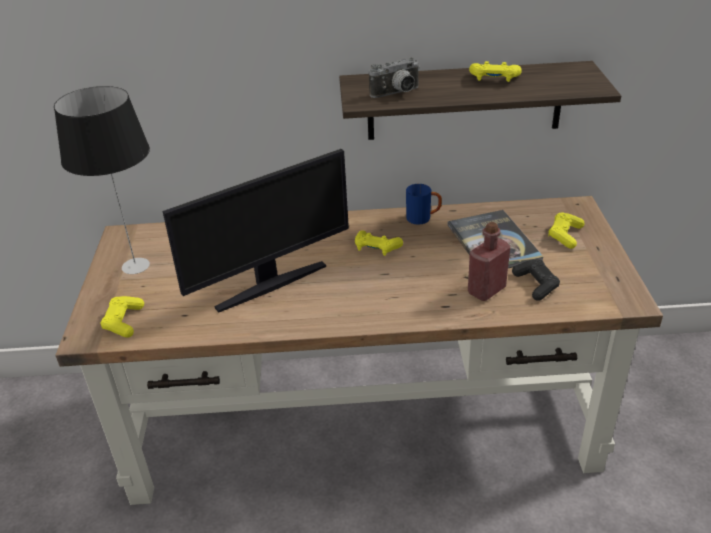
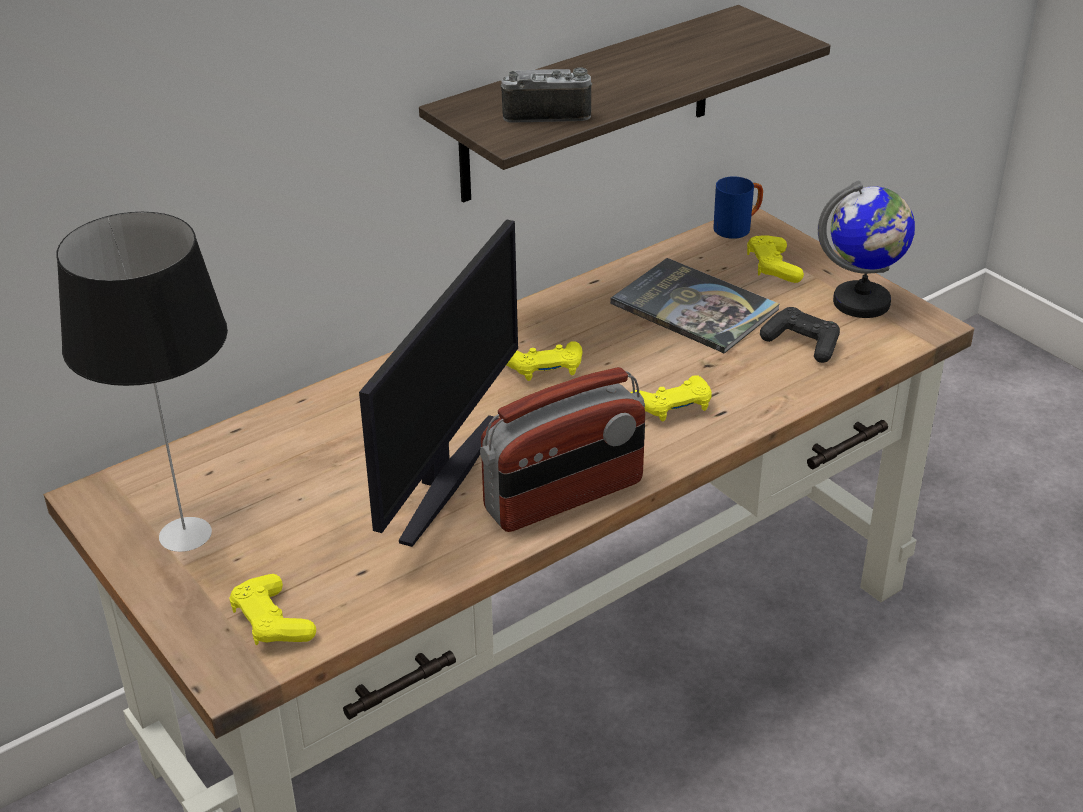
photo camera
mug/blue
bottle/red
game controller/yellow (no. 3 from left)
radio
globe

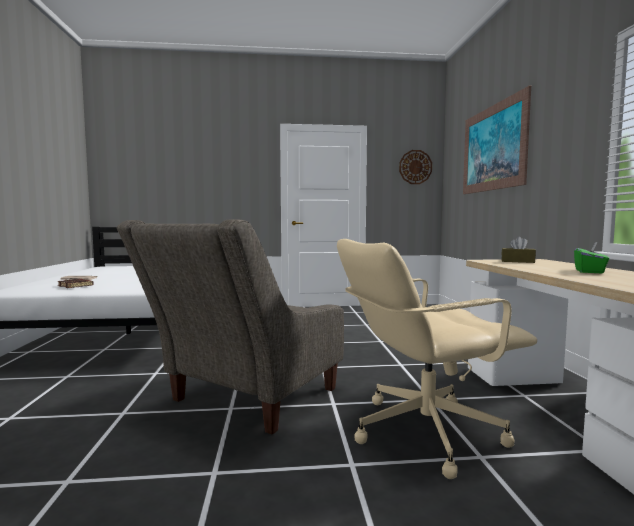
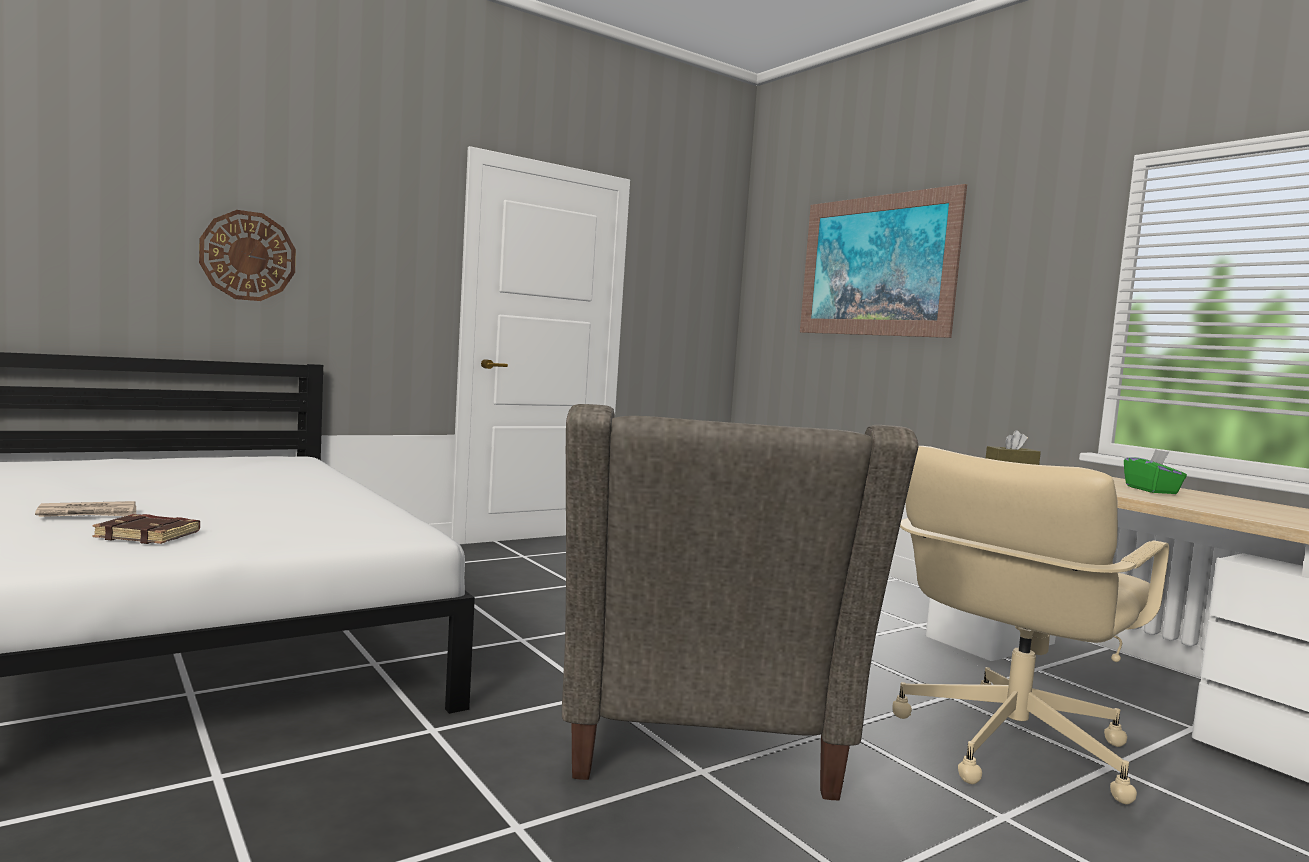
wall clock

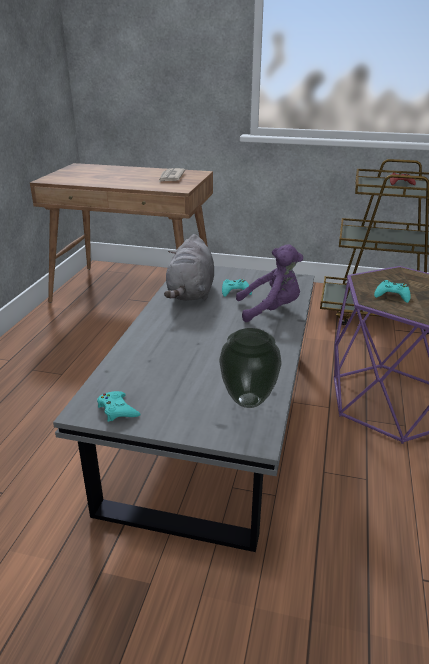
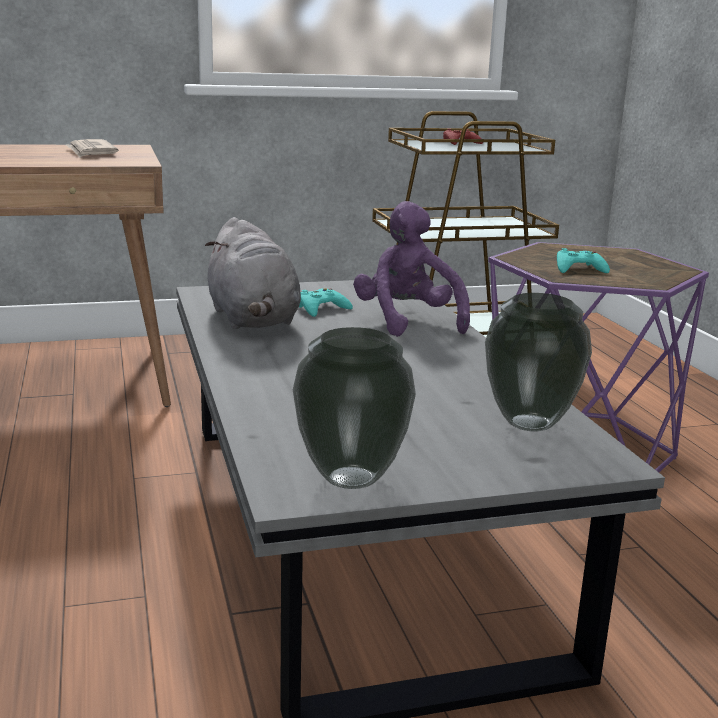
vase (no. 1 from left)
plush toy/purple

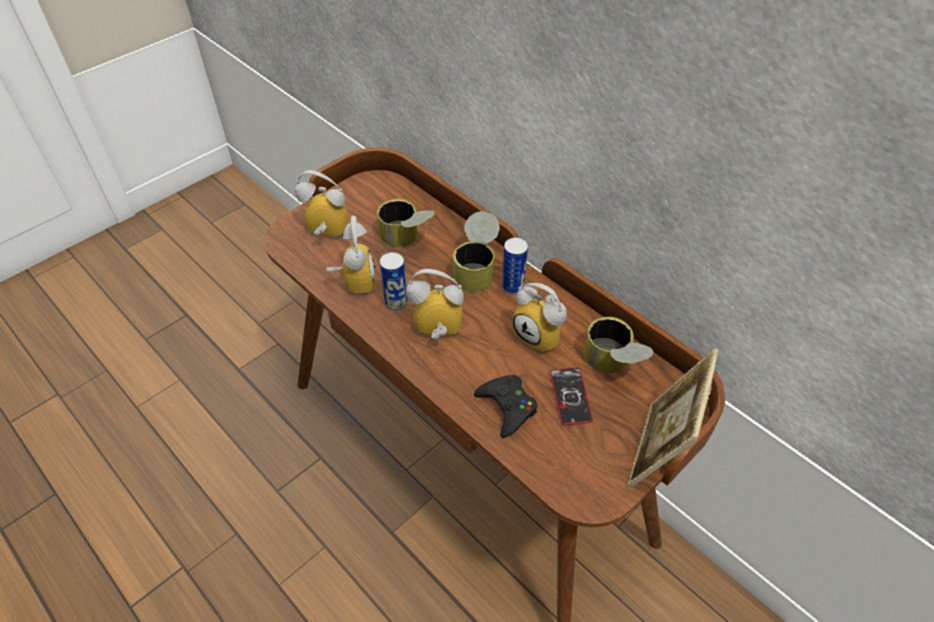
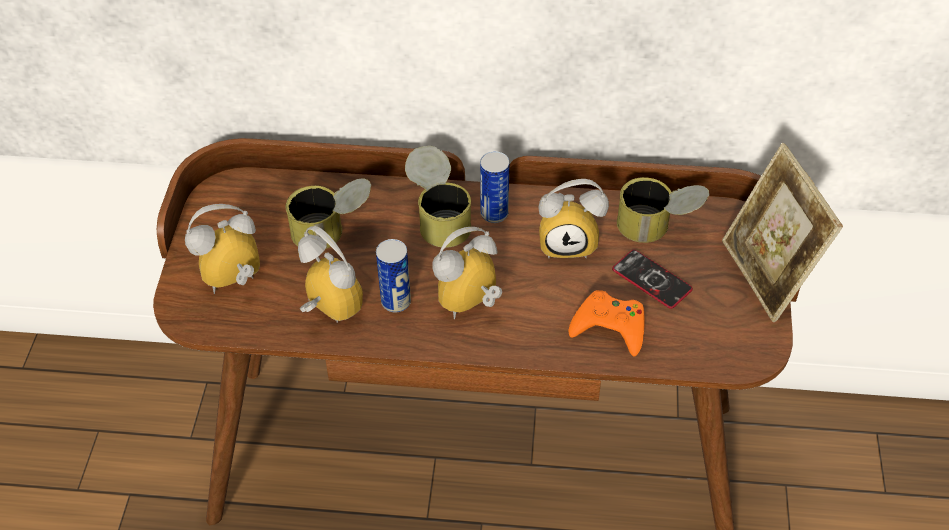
game controller/orange

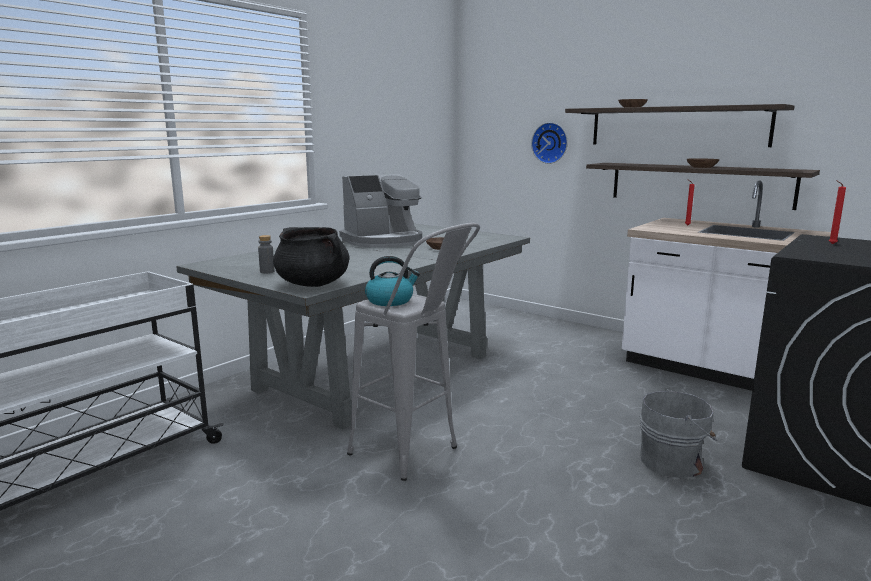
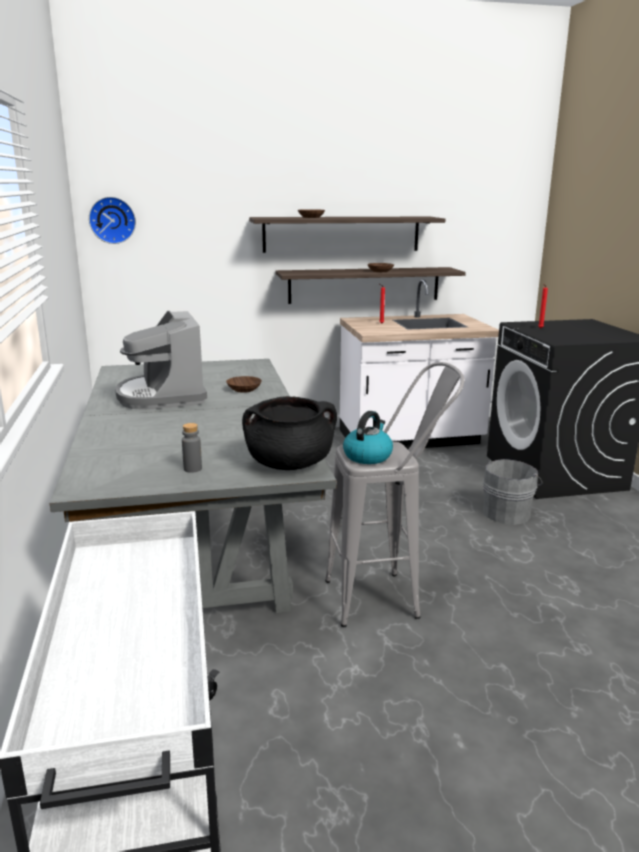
coffee machine
wall clock

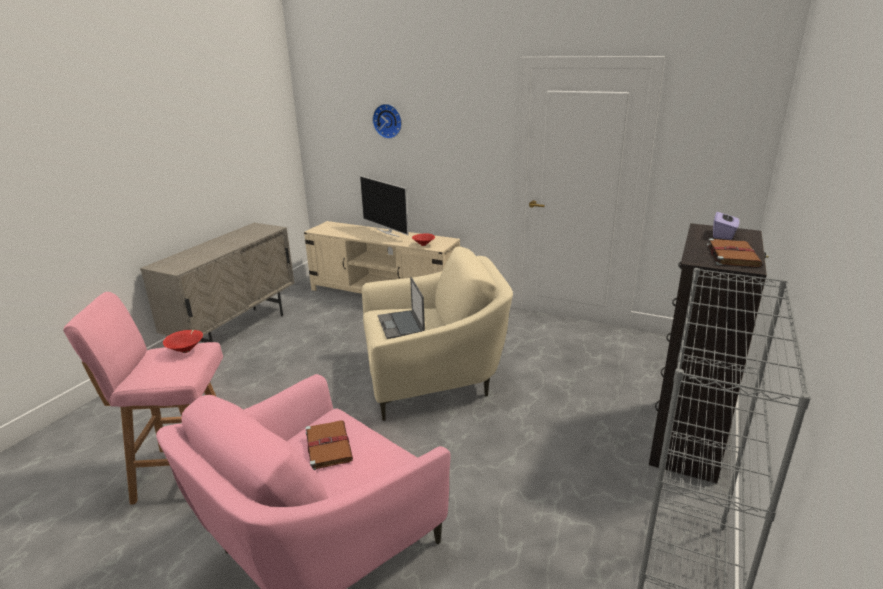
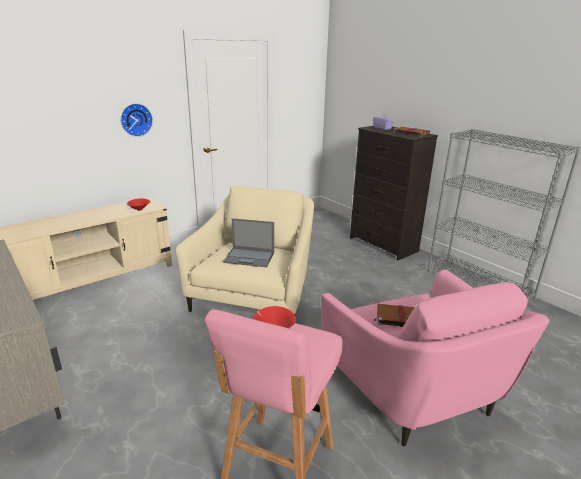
television
wall clock

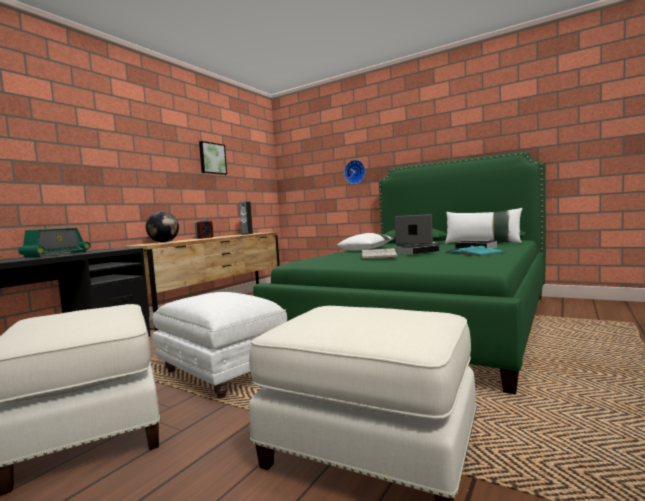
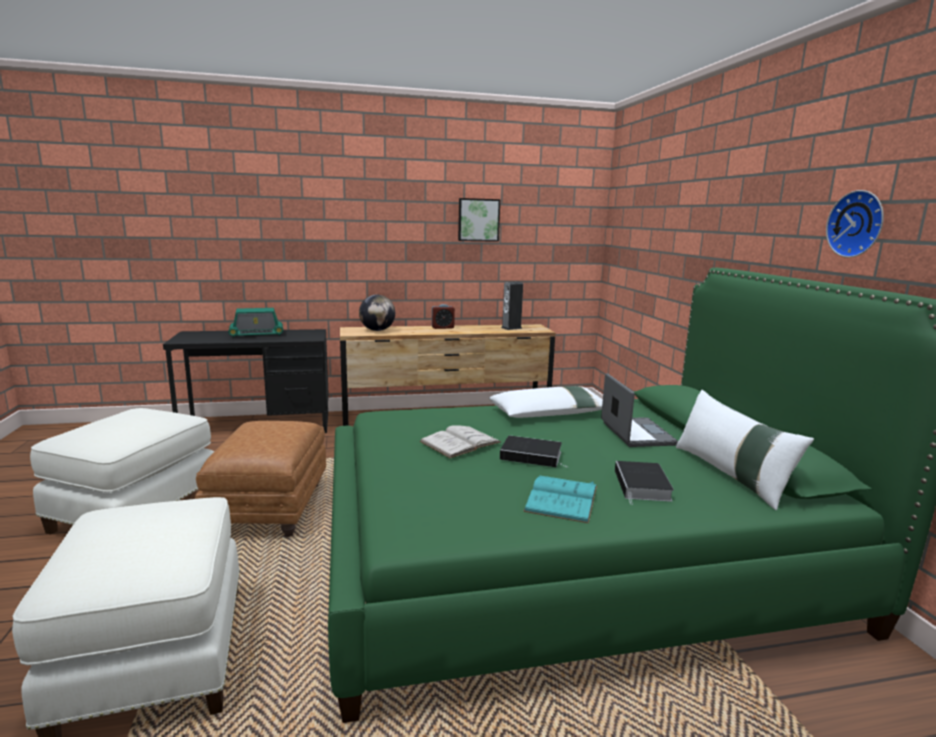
ottoman/brown
wall clock

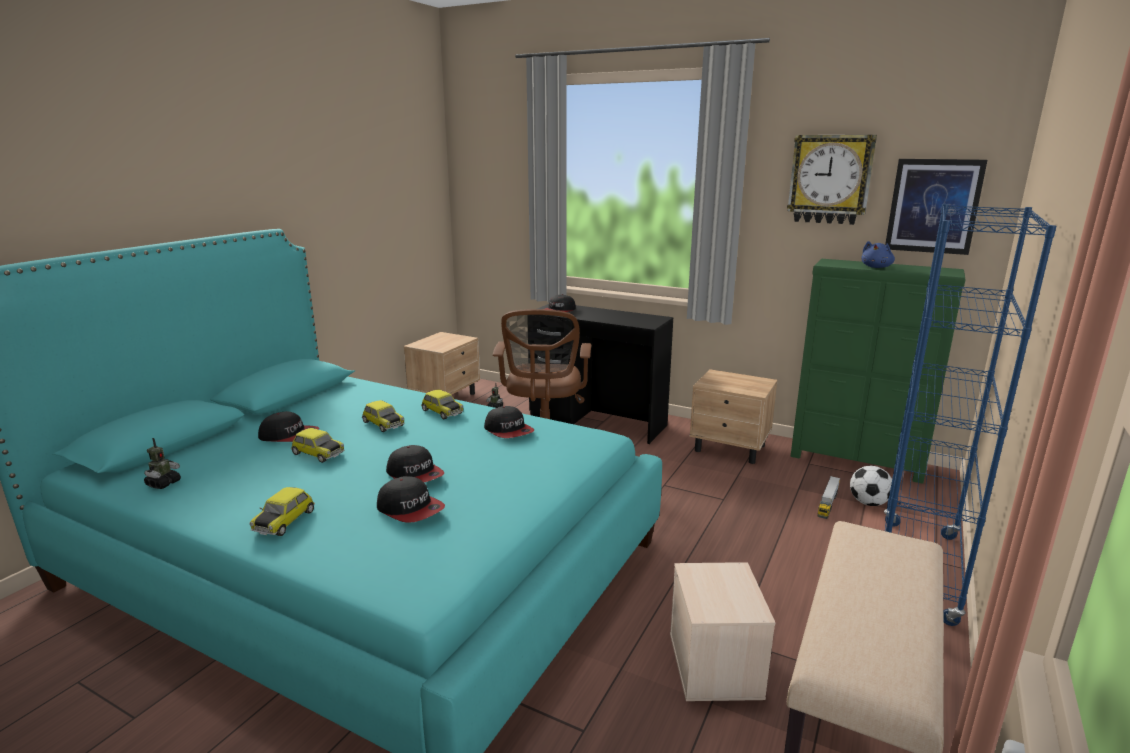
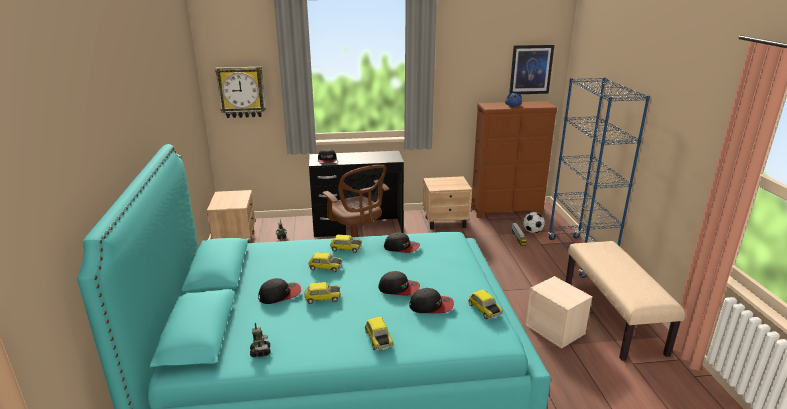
wall clock
dresser/brown
toy car (no. 5 from left)

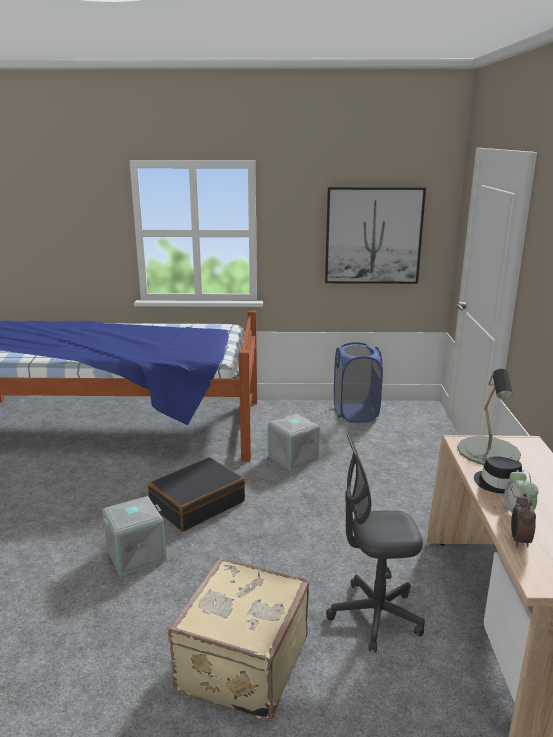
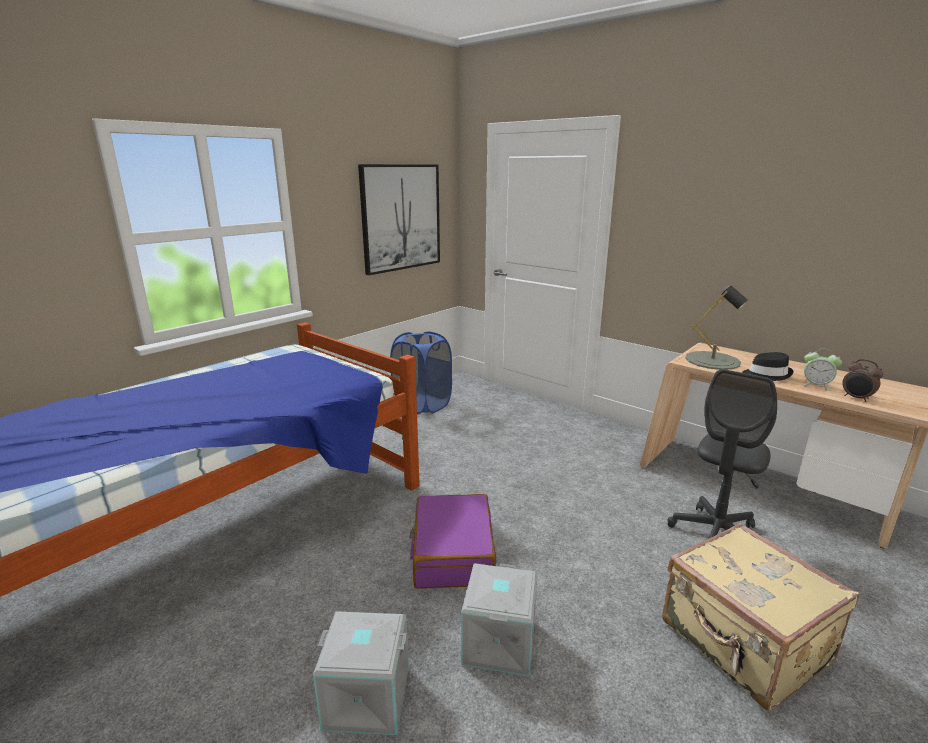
suitcase/purple
storage box/grey (no. 1 from left)

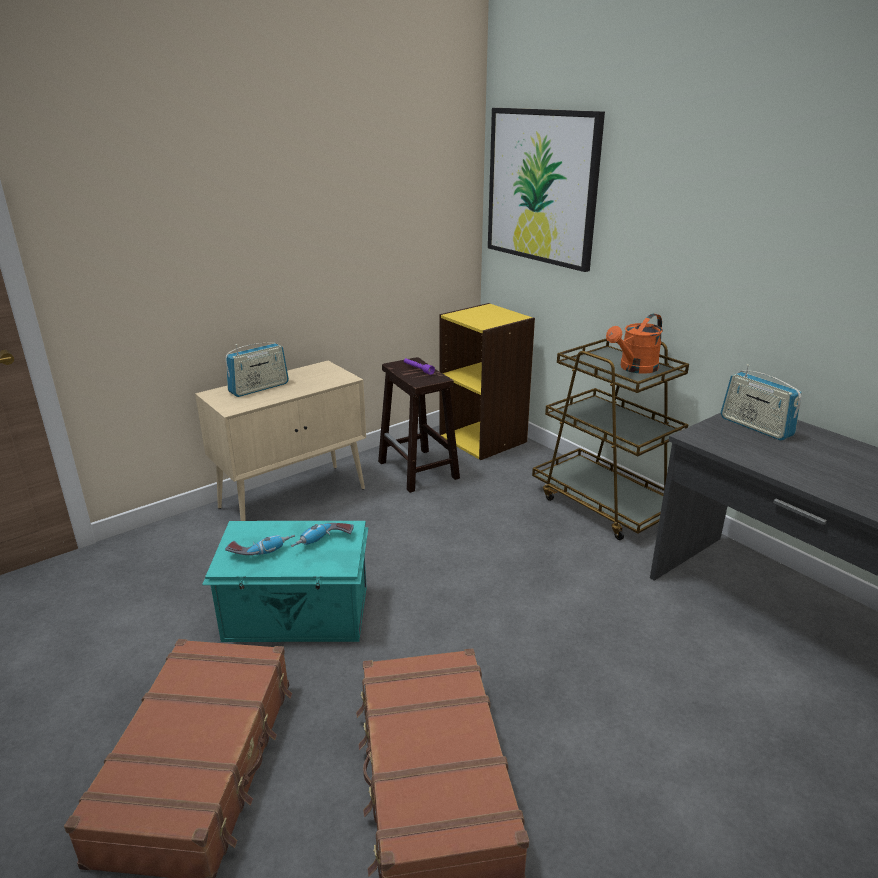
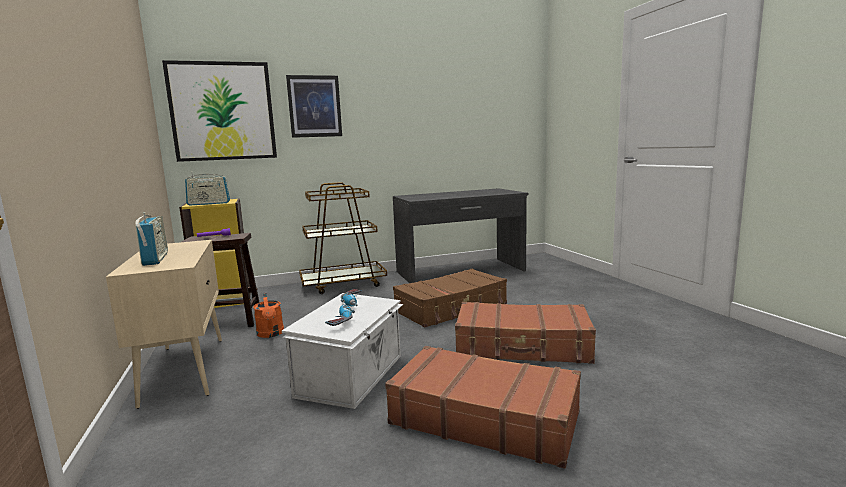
storage box/white
watering can/orange
radio (no. 2 from left)
picture (no. 2 from left)
suitcase/brown (no. 1 from left)

